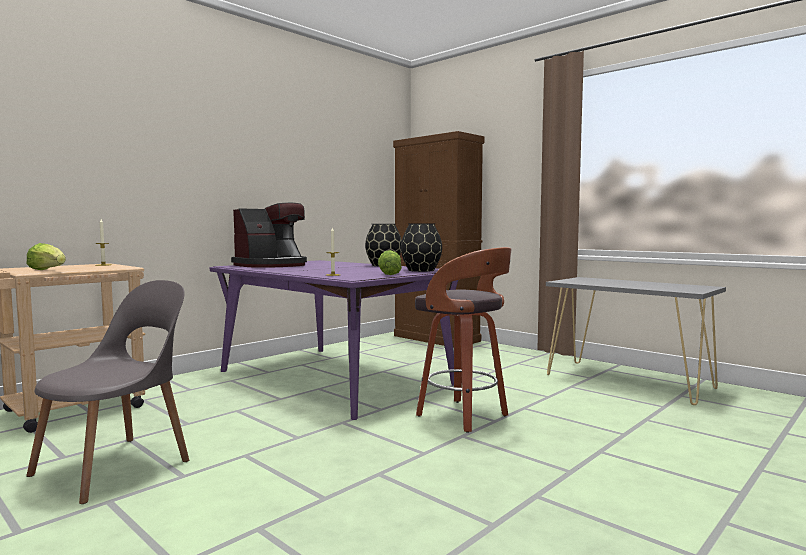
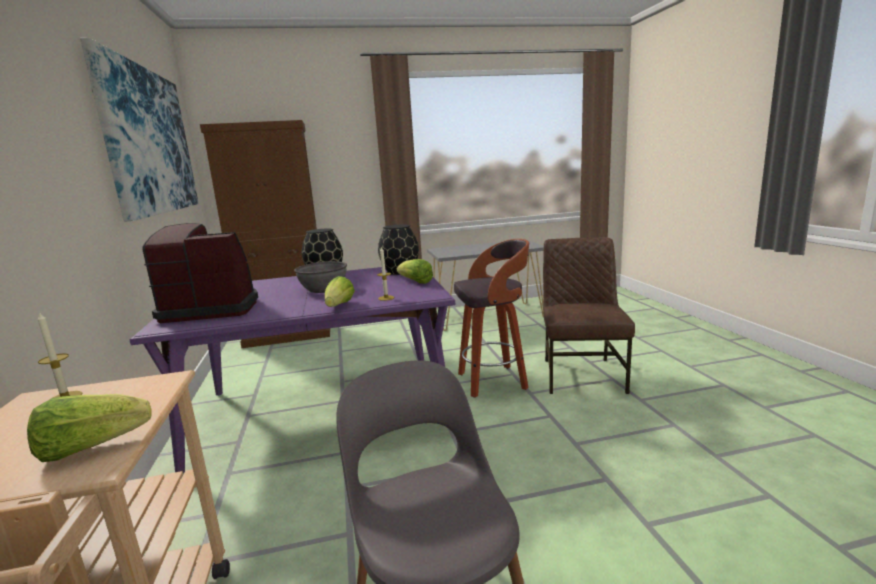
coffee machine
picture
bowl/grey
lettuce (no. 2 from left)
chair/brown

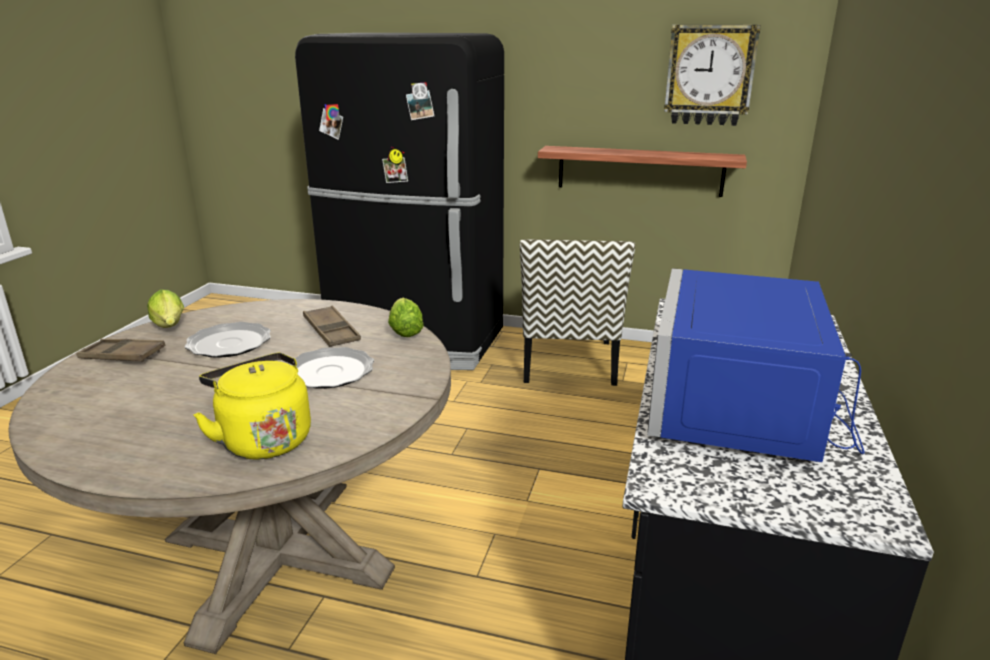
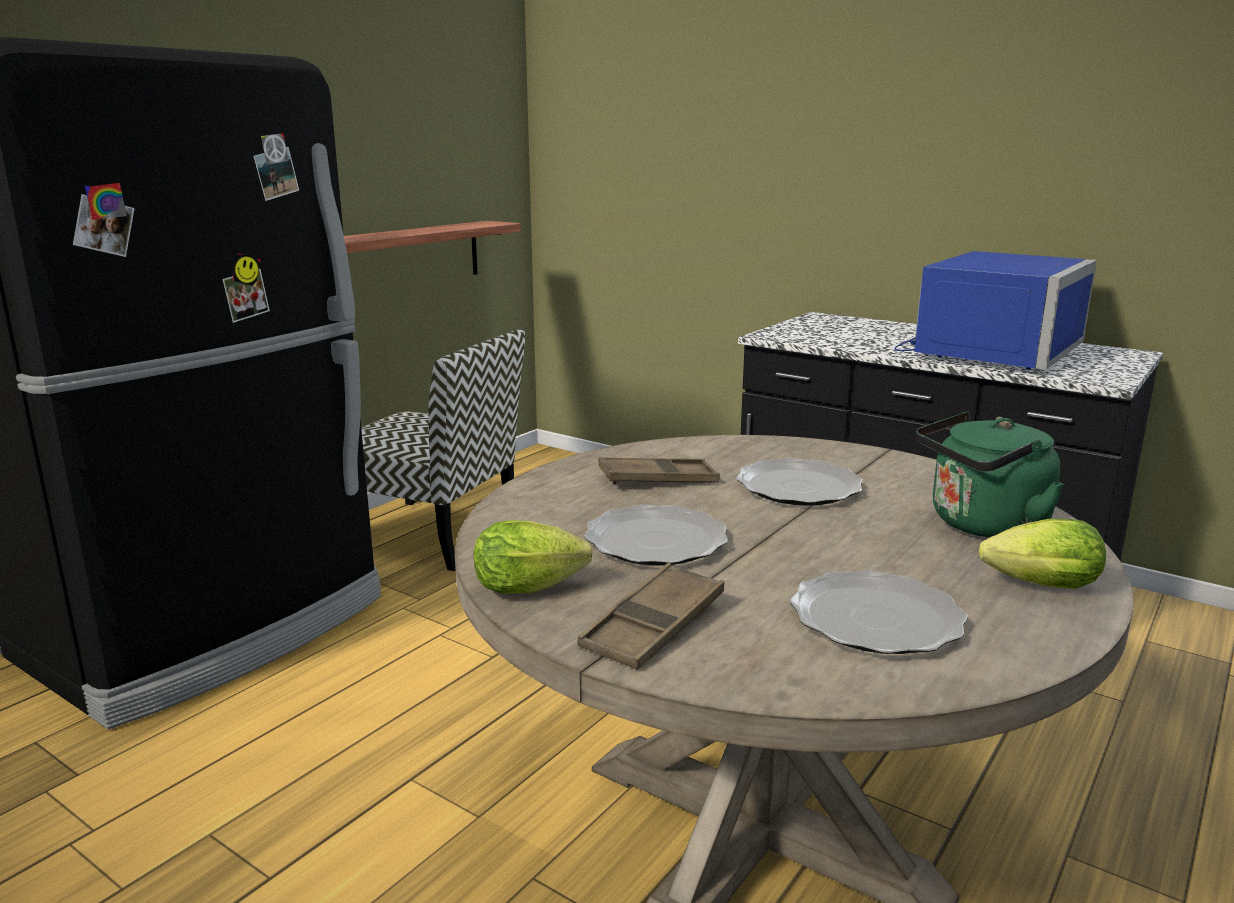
kettle/green
lettuce (no. 2 from left)
microwave/blue
wall clock
plate (no. 3 from left)

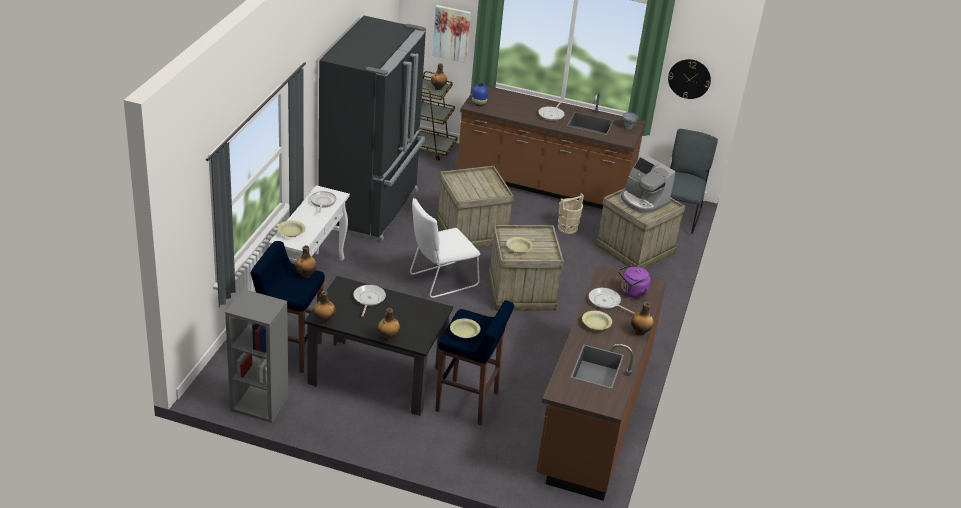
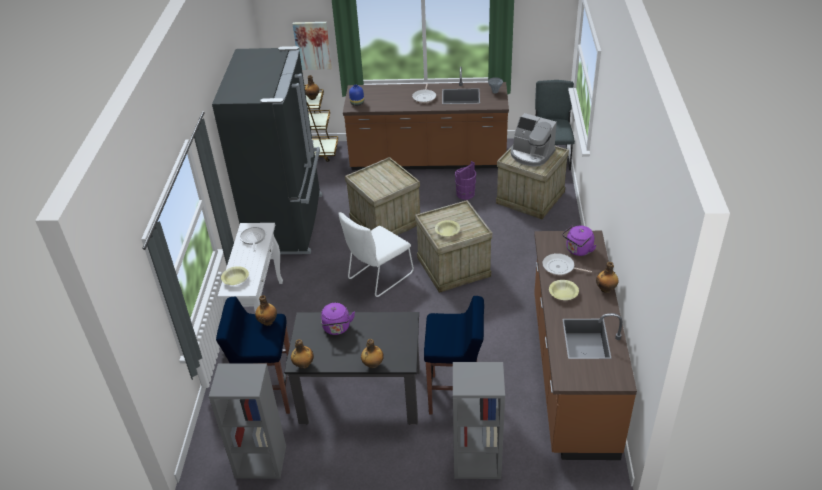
kettle/purple (no. 1 from left)
bowl/yellow (no. 2 from left in the first image)
bucket/purple
wall clock
bookcase/grey (no. 2 from left)

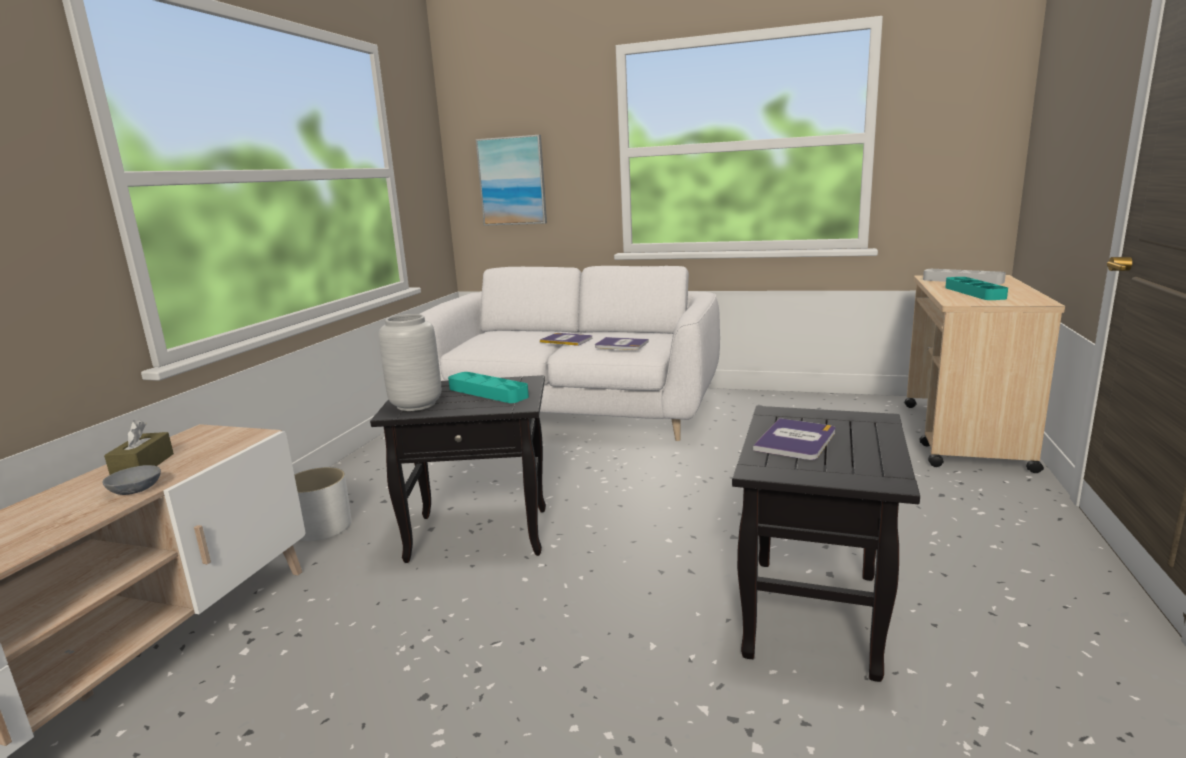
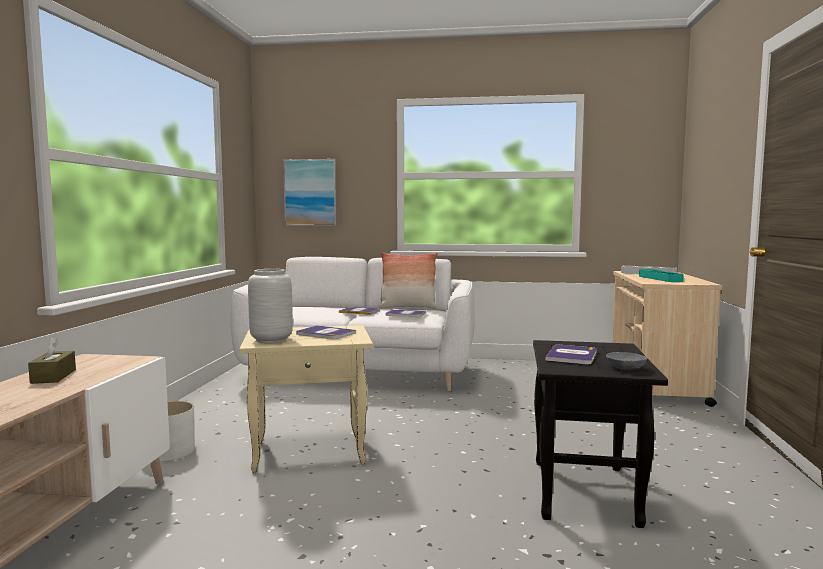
bowl/grey
side table/beige
book (no. 1 from left)
pillow

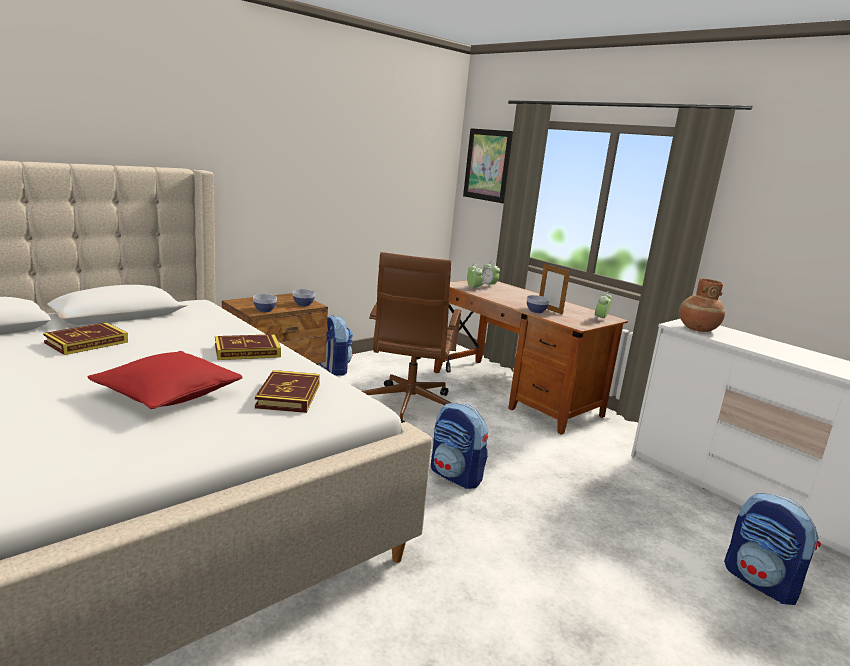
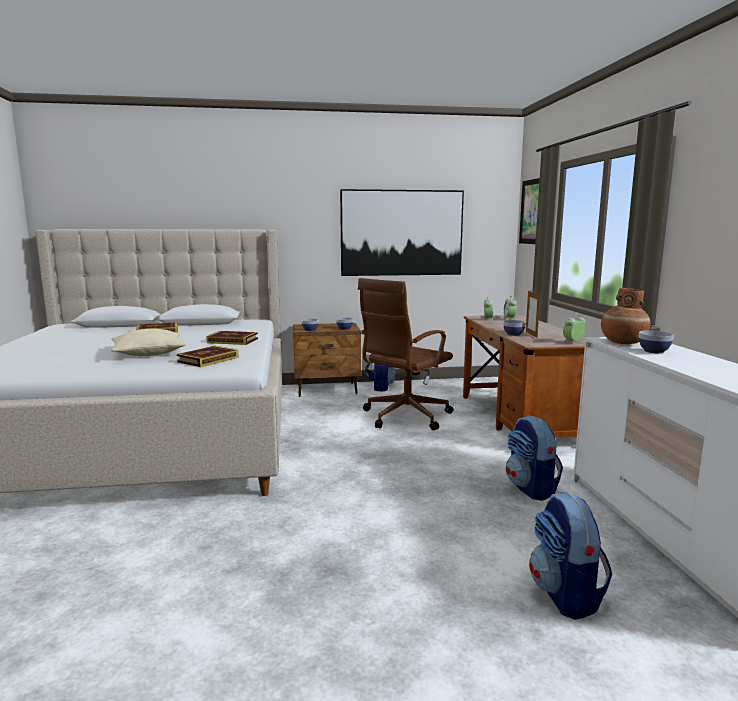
pillow/beige
backpack (no. 2 from left)
picture (no. 1 from left)
bowl (no. 4 from left)

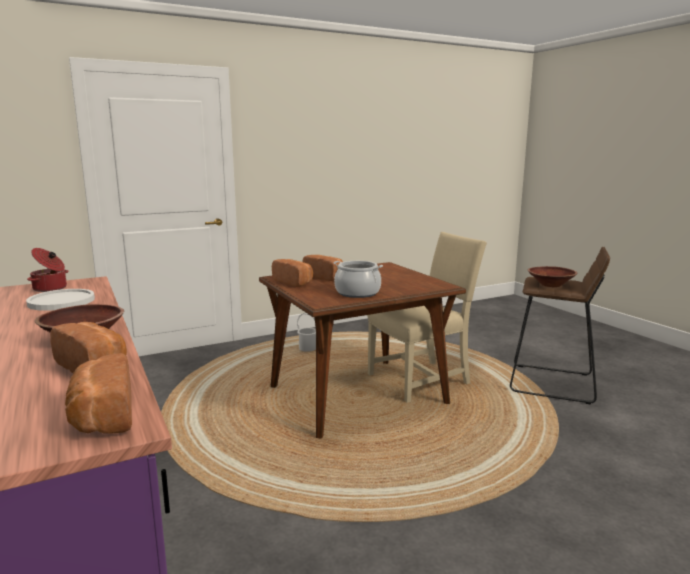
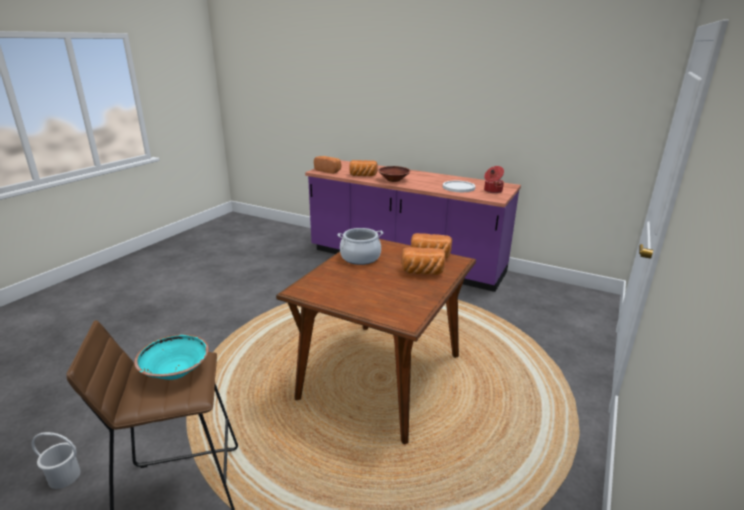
bucket/white
chair/beige
bowl/turquoise

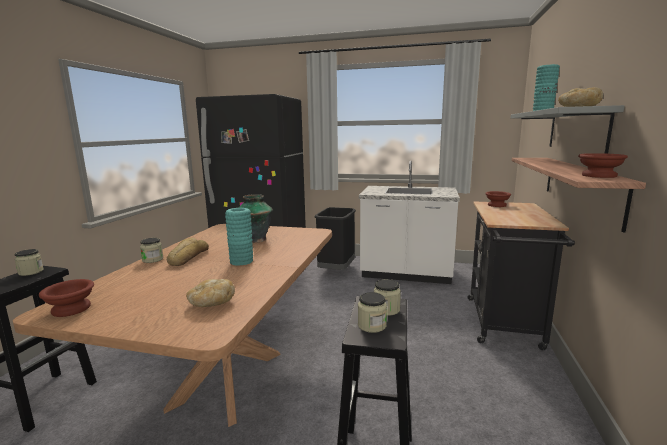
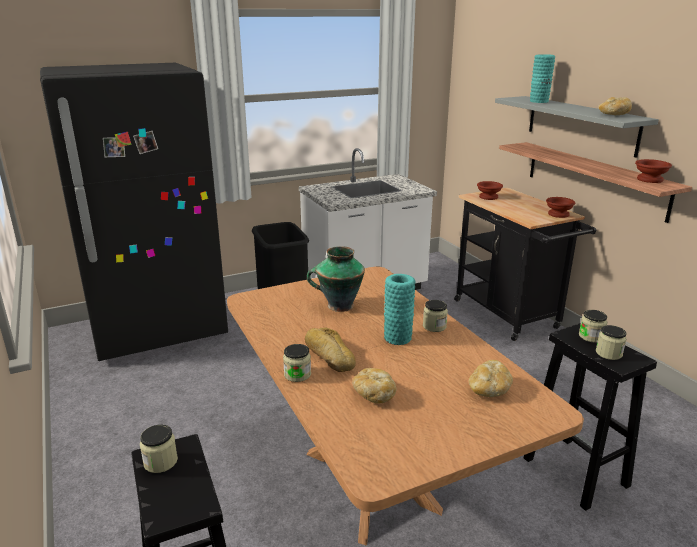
bowl/brown (no. 2 from left)
bread (no. 2 from left)
jar (no. 3 from left)

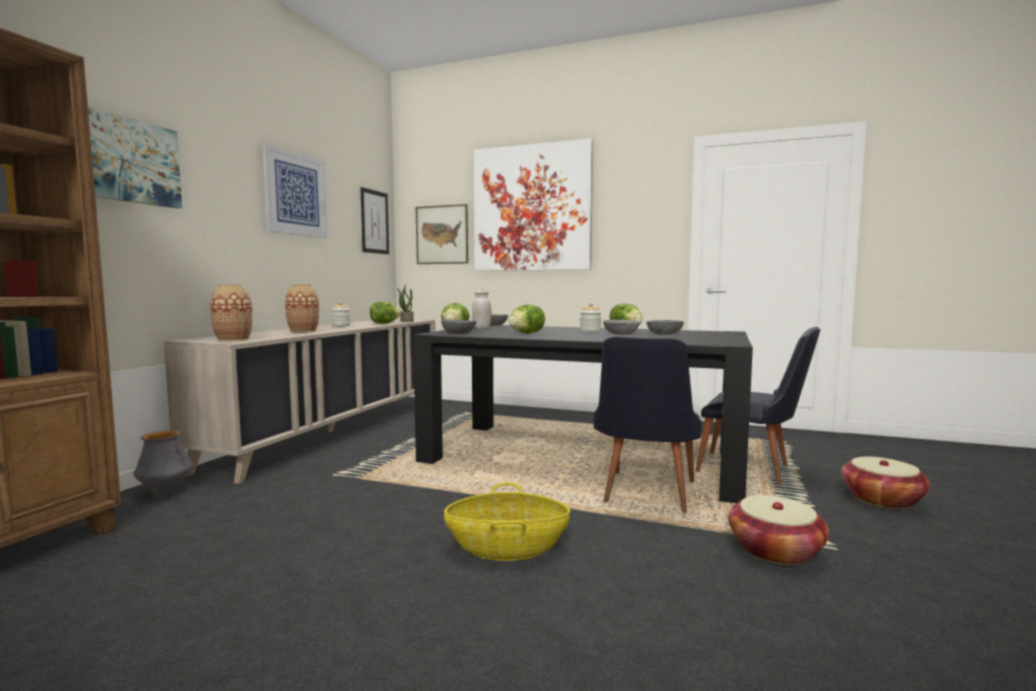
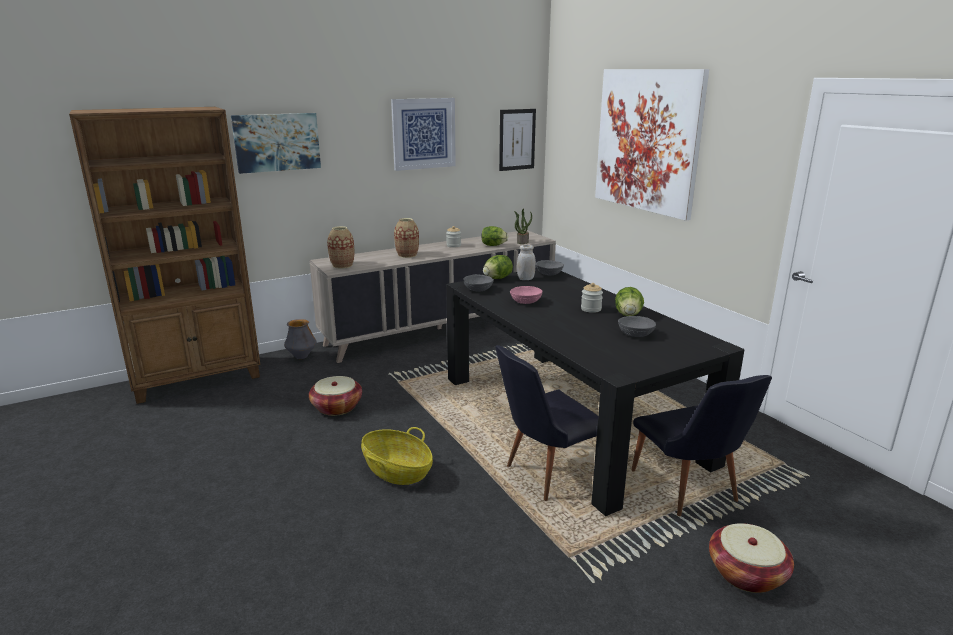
picture (no. 4 from left in the first image)
bowl/pink
bowl/grey (no. 3 from left in the first image)
basket (no. 1 from left)

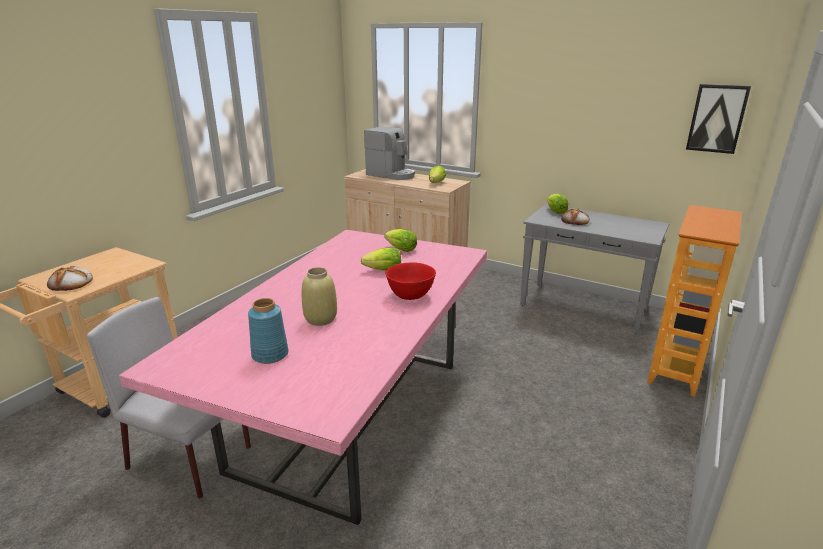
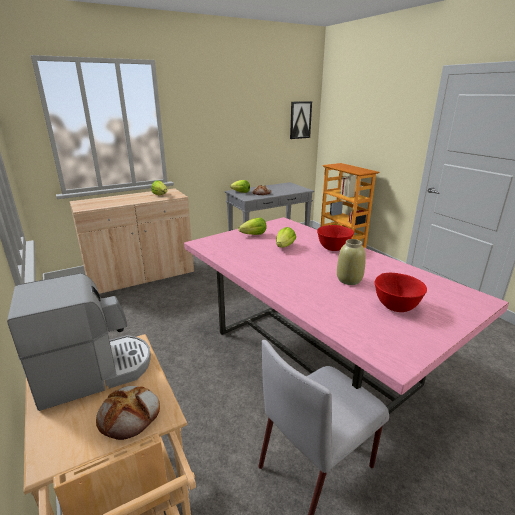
bowl/red (no. 2 from left)
coffee machine

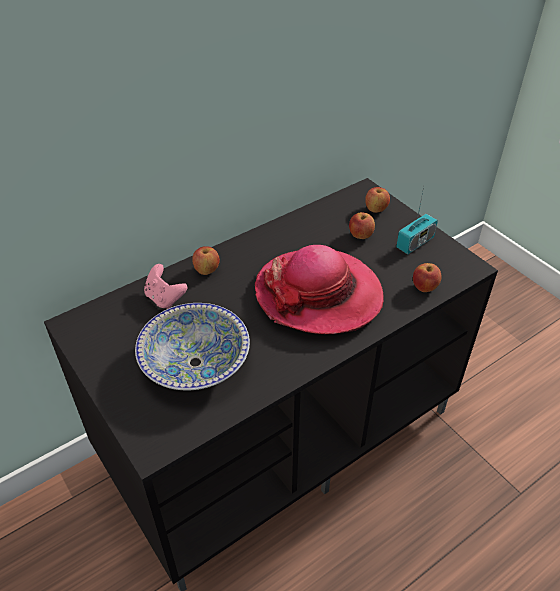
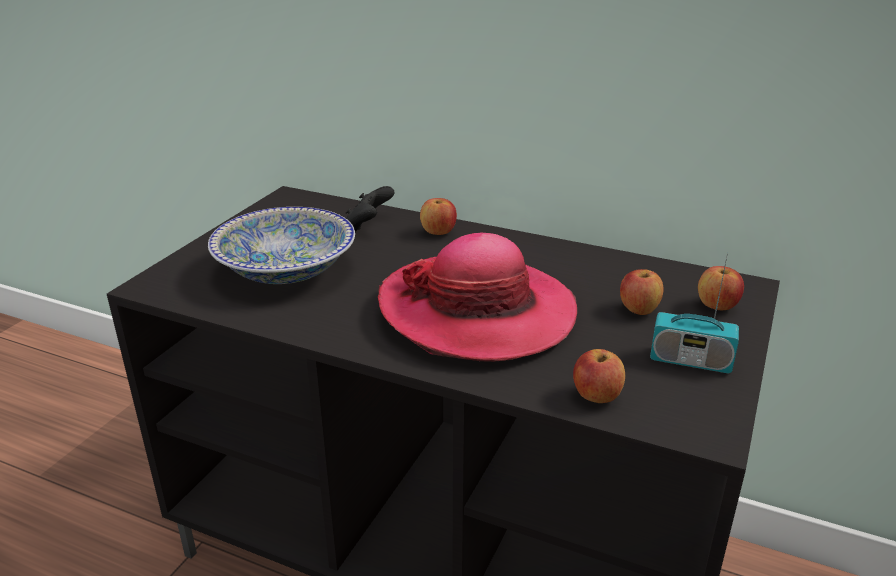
game controller/black

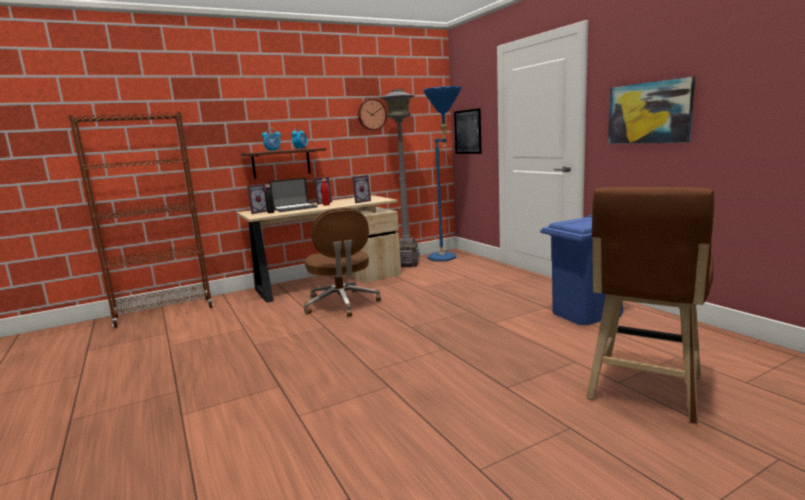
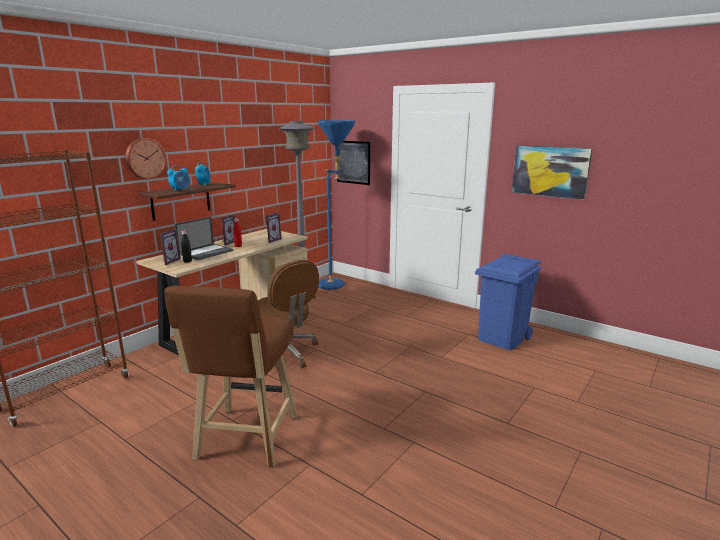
wall clock
stool/brown

